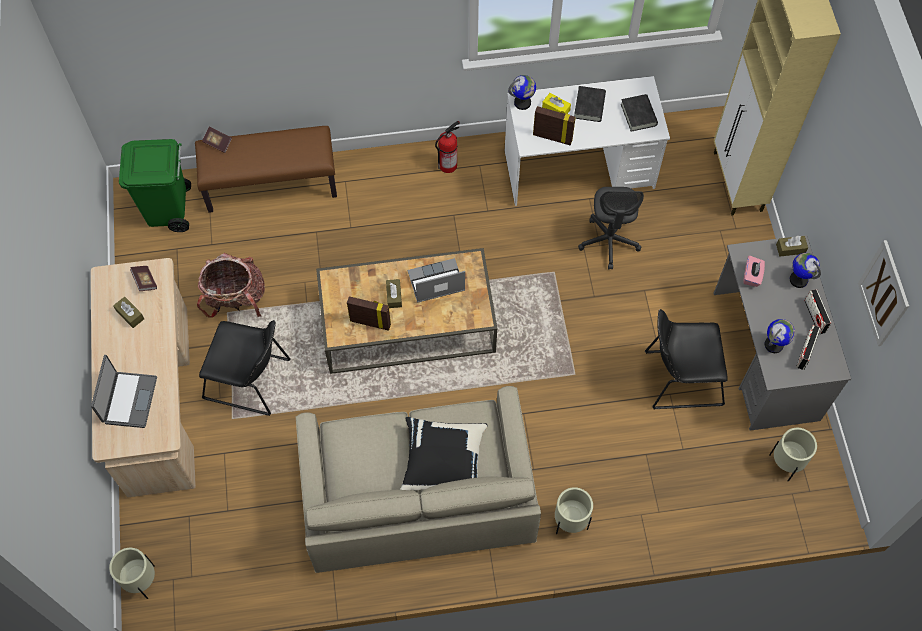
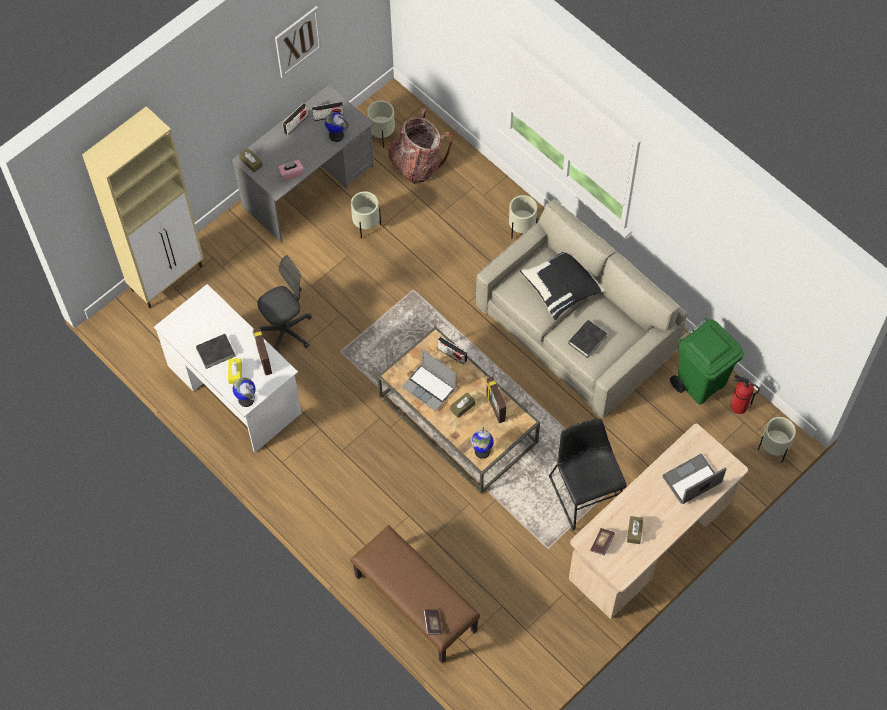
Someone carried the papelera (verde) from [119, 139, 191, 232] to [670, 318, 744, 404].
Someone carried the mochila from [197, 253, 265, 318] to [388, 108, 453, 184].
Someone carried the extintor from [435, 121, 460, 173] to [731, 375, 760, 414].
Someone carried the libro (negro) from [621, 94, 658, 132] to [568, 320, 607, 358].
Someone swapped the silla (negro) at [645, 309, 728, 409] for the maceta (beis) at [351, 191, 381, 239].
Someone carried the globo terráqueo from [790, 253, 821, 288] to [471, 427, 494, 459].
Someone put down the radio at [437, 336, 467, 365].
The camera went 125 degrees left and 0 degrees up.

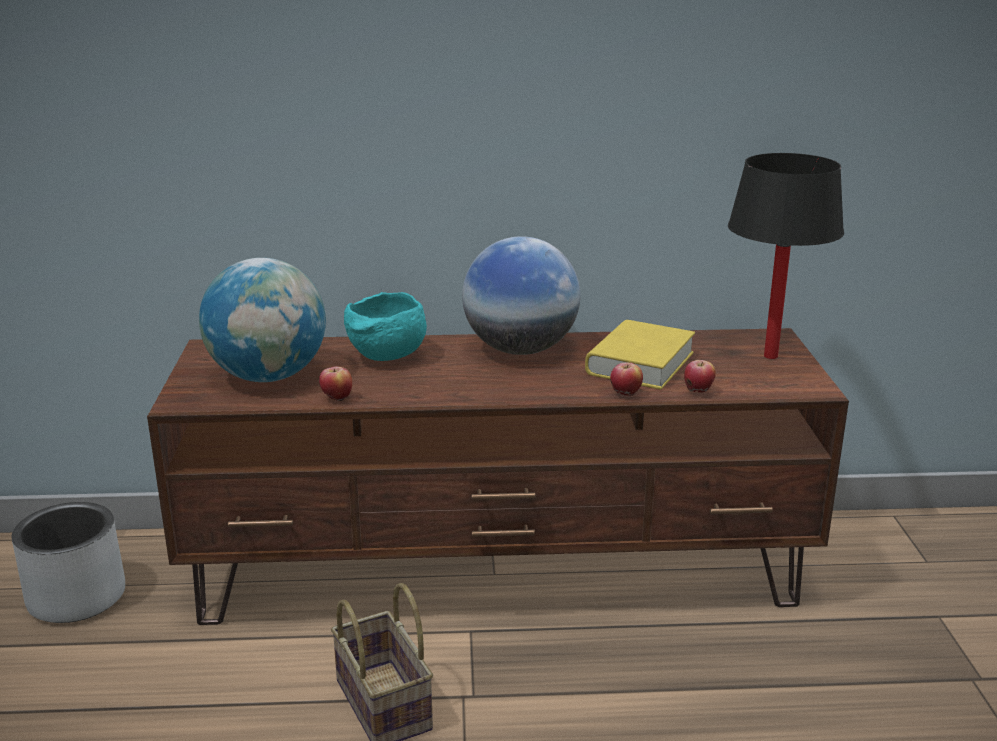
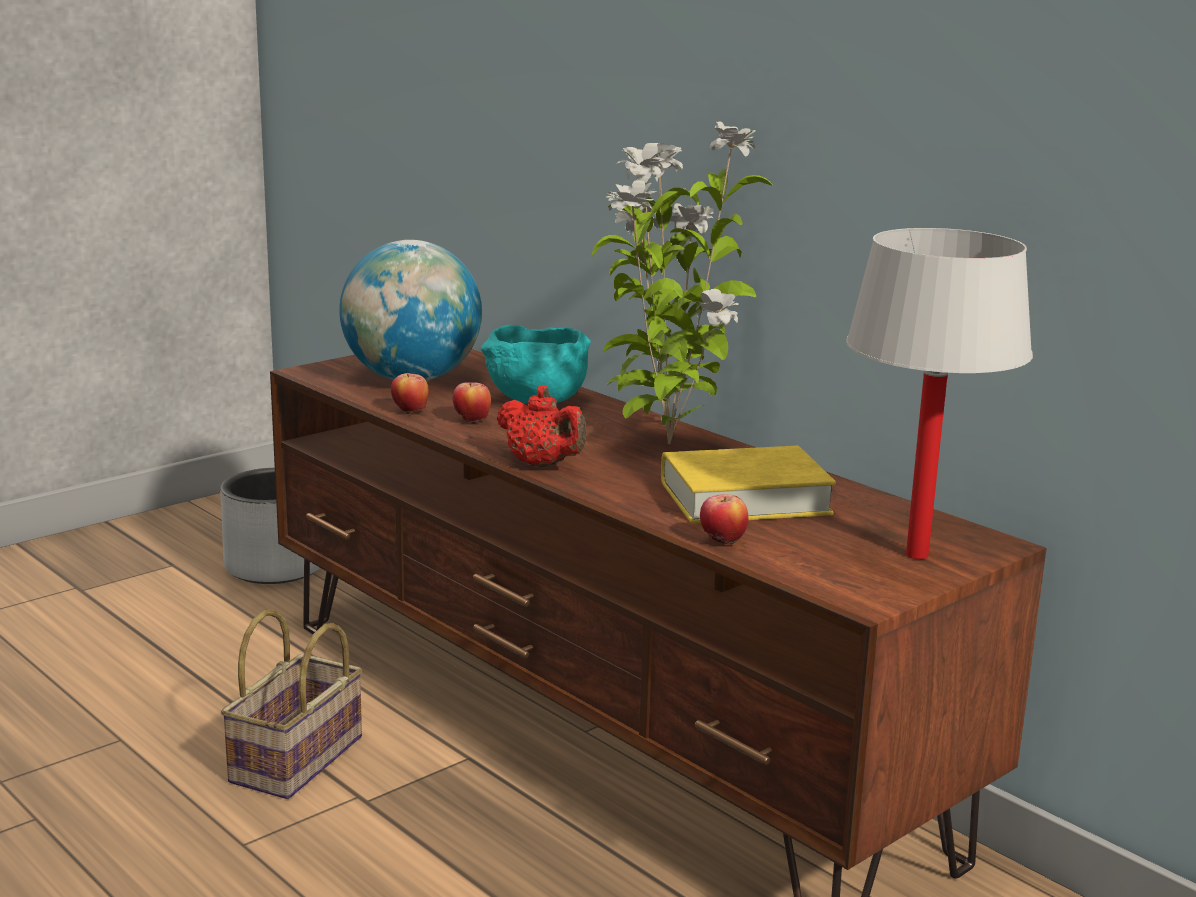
Someone swapped the globo terráqueo at [462, 236, 580, 355] for the planta en maceta at [592, 121, 773, 444].
Someone carried the manzana from [610, 362, 643, 396] to [453, 382, 491, 424].
Someone repainted the lámpara de mesa (negro) at [728, 153, 844, 359], which became the lámpara de mesa (blanco) at [846, 228, 1033, 559].
Someone put down the tetera (rojo) at [497, 385, 586, 467].
The camera went 50 degrees right and 5 degrees down.

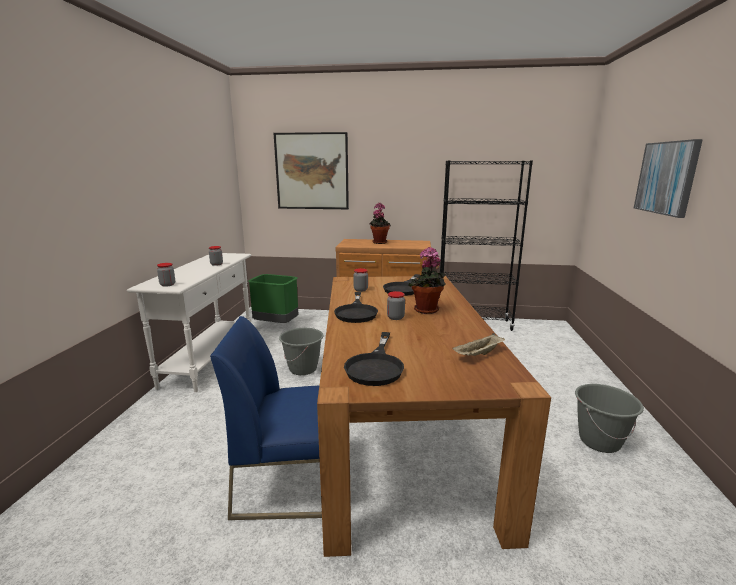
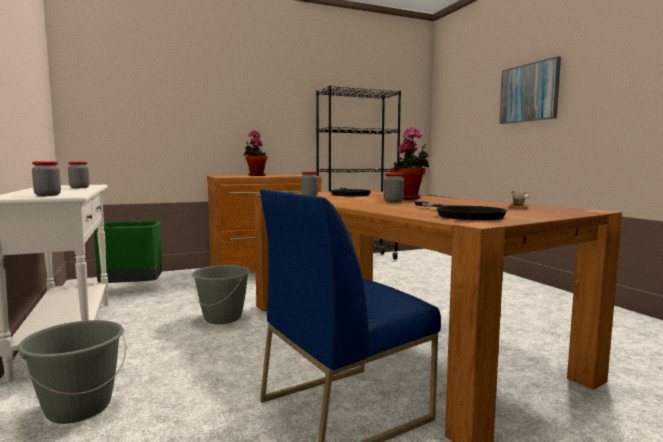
Someone took away the cuadro at [274, 132, 349, 209].
Someone took away the sartén (negro) at [334, 292, 378, 323].
Someone carried the cubo (gris) from [575, 384, 644, 453] to [18, 320, 126, 424].
The camera went 30 degrees left and 10 degrees down.

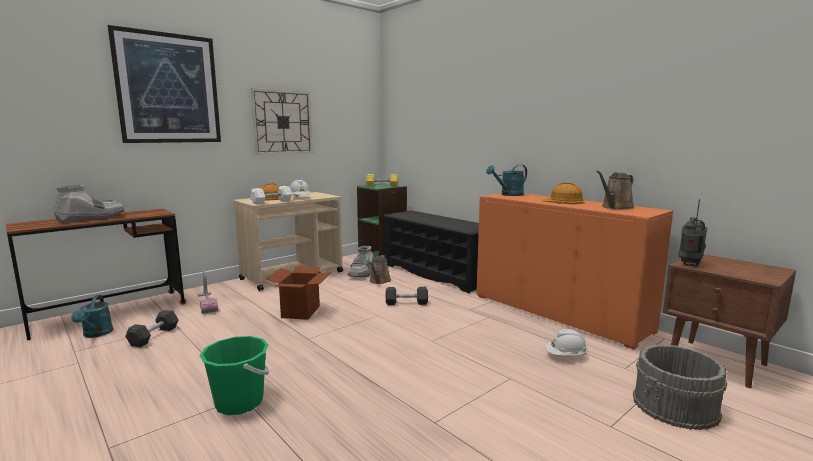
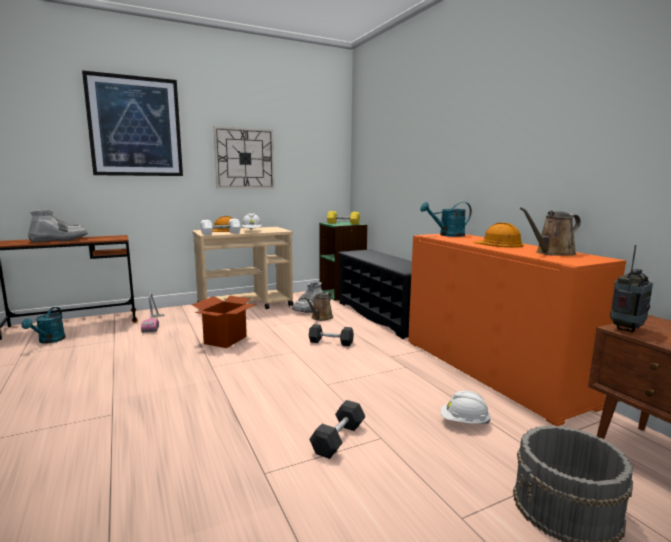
Someone carried the mancuerna (gris) from [125, 310, 179, 347] to [309, 400, 366, 459].
Someone took away the cubo (verde) at [199, 336, 269, 415].
The camera went 15 degrees right and 0 degrees up.

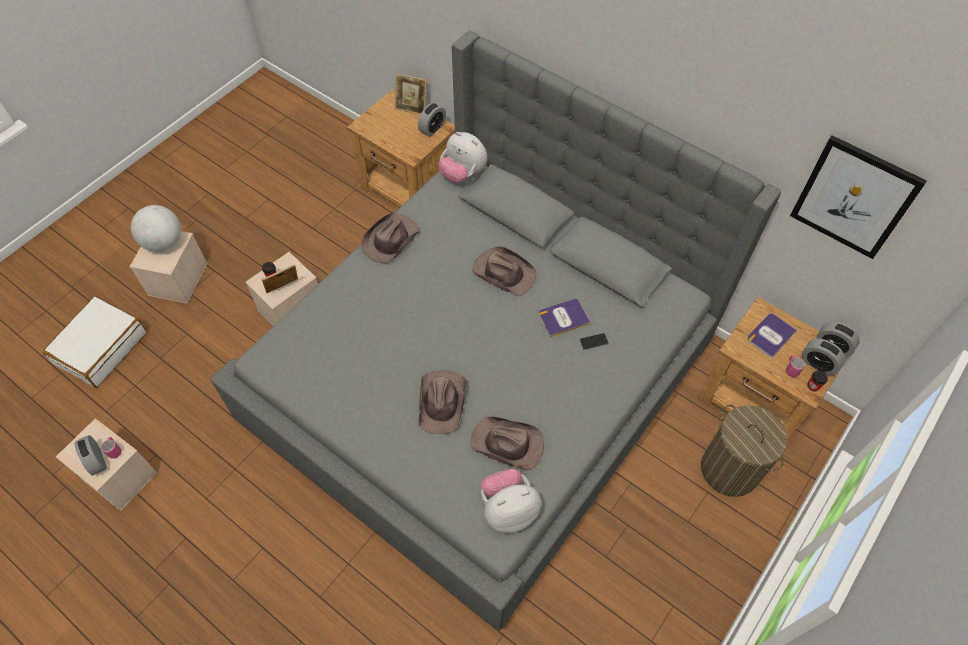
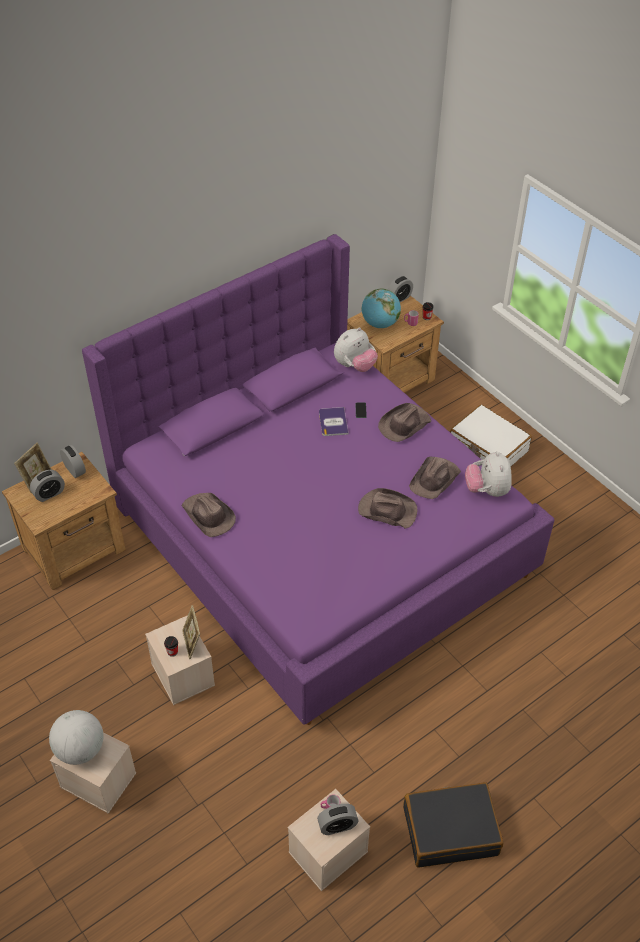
Someone carried the maleta (blanco) from [42, 296, 146, 388] to [450, 405, 532, 467].
Someone repainted the cama (gris) at [211, 31, 781, 630], which became the cama (morado) at [82, 234, 554, 725].
Someone carried the peluche from [438, 132, 487, 183] to [334, 327, 378, 372].
Someone carried the sombrero (marrón) from [472, 246, 536, 296] to [378, 403, 431, 442].
Someone took away the cesto de la ropa at [701, 405, 787, 497].
Someone swapped the libro at [747, 313, 797, 358] for the globo terráqueo at [361, 289, 401, 328].
Someone took away the cuadro at [790, 135, 927, 259].
Someone carried the despertador from [802, 339, 845, 375] to [30, 470, 65, 502].
Someone put down the maleta (negro) at [403, 782, 503, 868].
The camera went 75 degrees left and 10 degrees down.

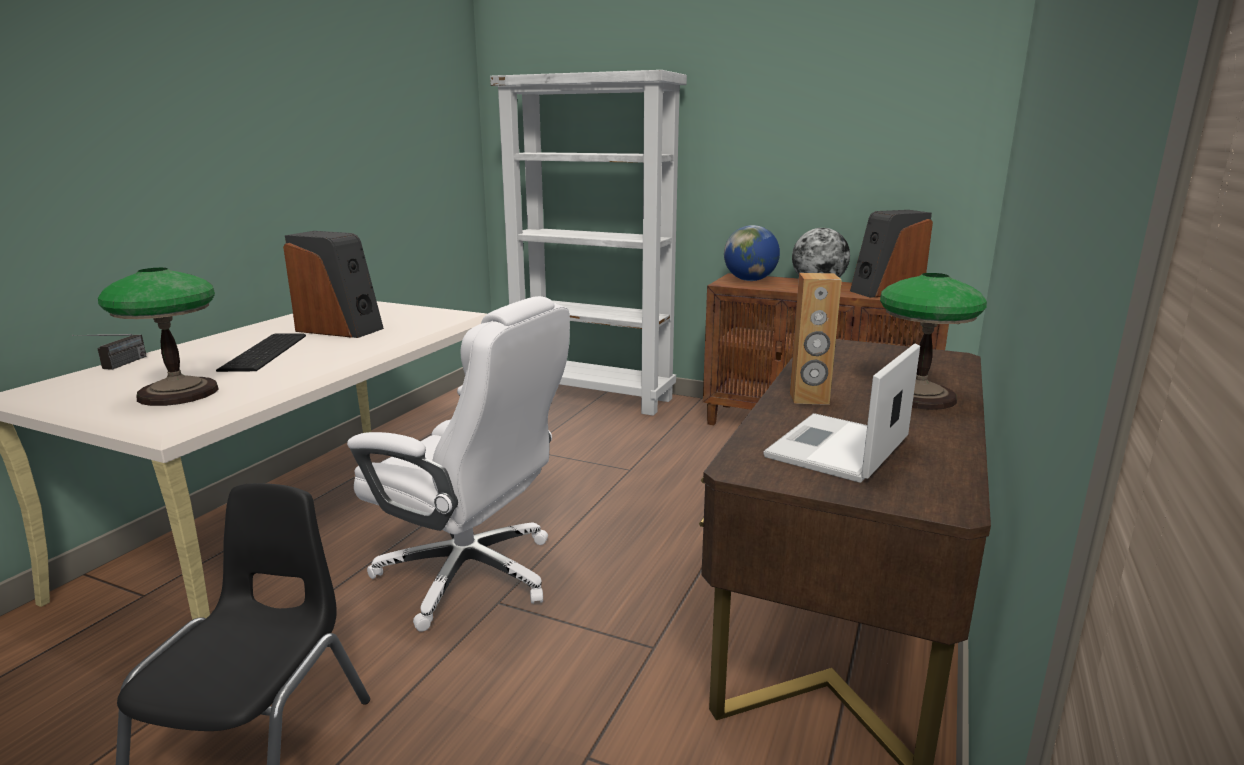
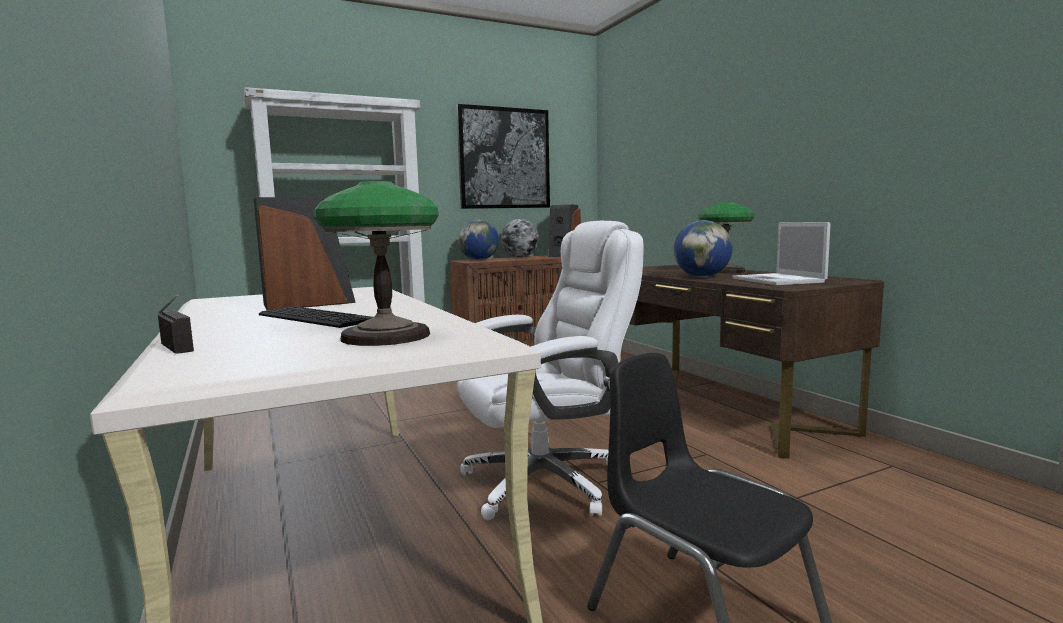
Someone swapped the altavoz (marrón) at [790, 273, 842, 405] for the globo terráqueo at [674, 220, 733, 277].
Someone put up the cuadro at [456, 104, 550, 209].
The camera went 50 degrees left and 10 degrees down.

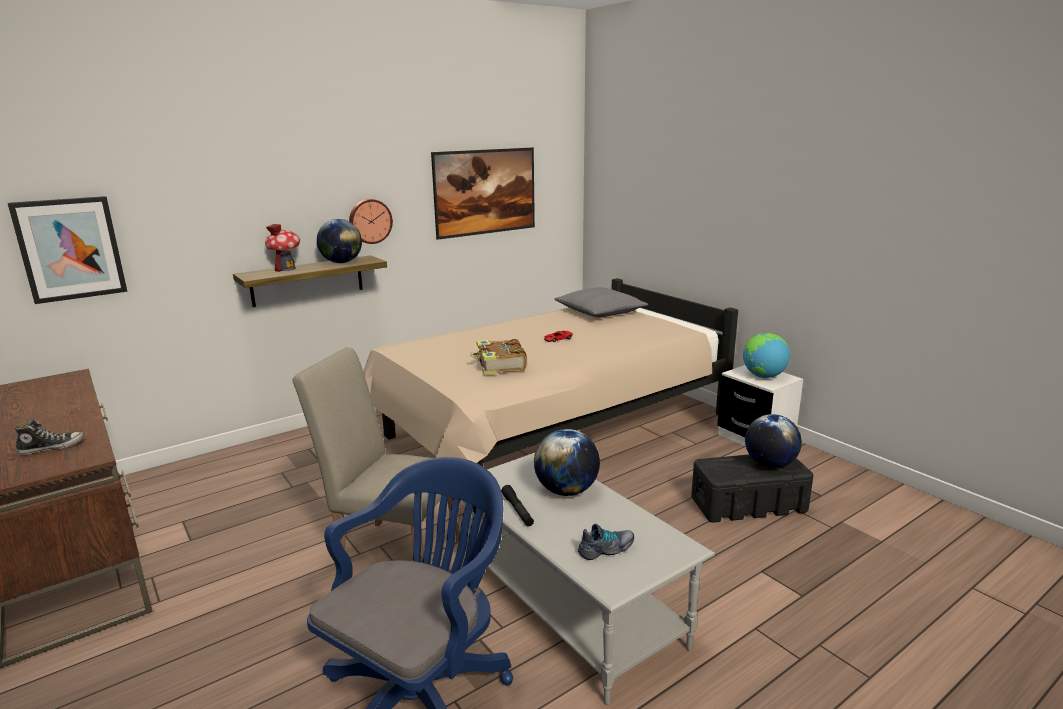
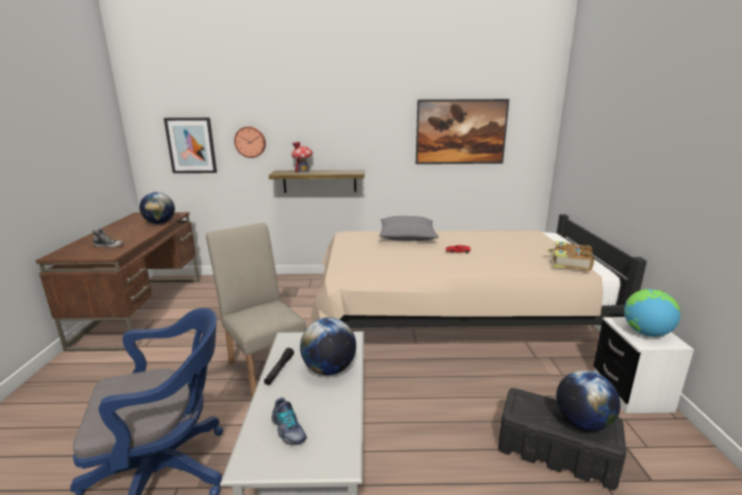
Someone carried the globo terráqueo from [317, 219, 362, 263] to [139, 192, 175, 224].
Someone carried the reloj de pared from [349, 199, 393, 244] to [234, 126, 266, 158].
Someone carried the libro from [471, 339, 527, 375] to [547, 241, 594, 271].
Someone carried the cojín (gris) from [554, 287, 648, 318] to [379, 216, 439, 241].
Someone rotated the zapato at [578, 524, 634, 560] by 45 degrees clockwise.
The camera went 35 degrees right and 0 degrees up.

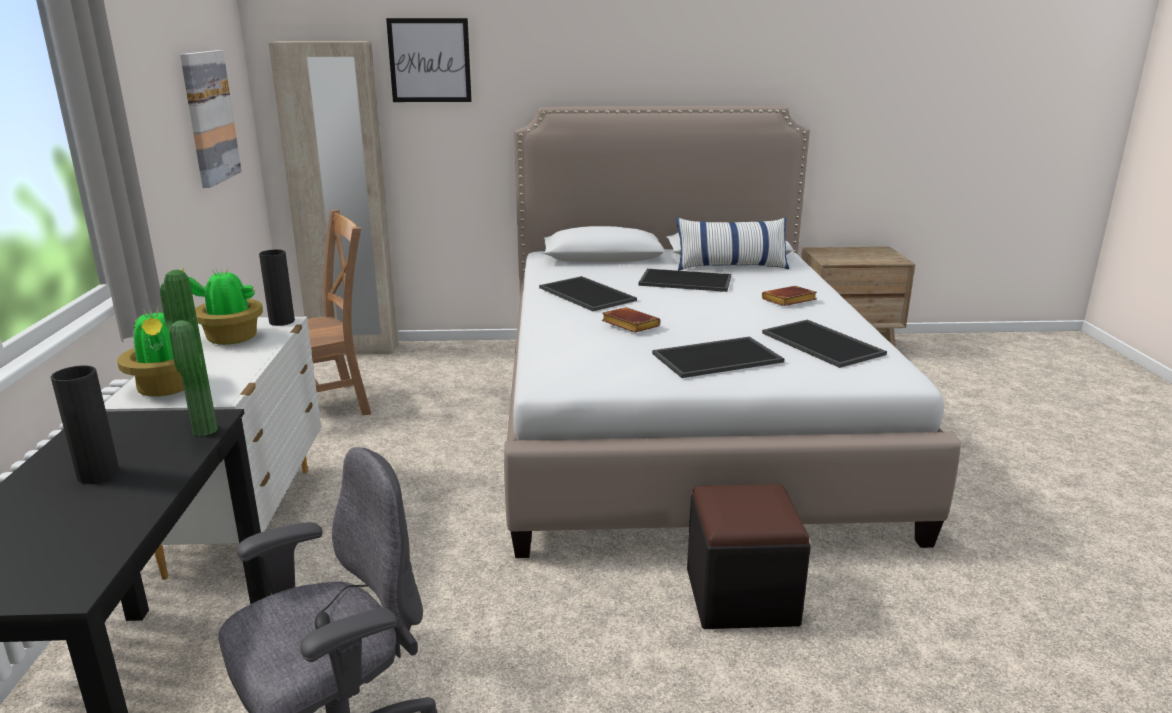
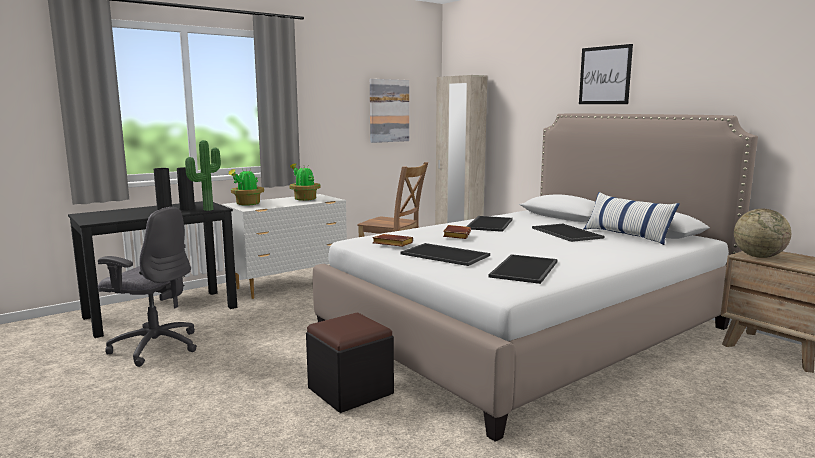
Someone carried the florero (negro) from [259, 249, 295, 326] to [177, 167, 195, 210].
Someone carried the cuadro from [386, 18, 472, 102] to [579, 44, 633, 104].
Someone carried the libro (marrón) from [762, 286, 817, 306] to [372, 234, 413, 247].
Someone put down the globo terráqueo at [734, 209, 791, 258].
The camera went 55 degrees right and 10 degrees down.

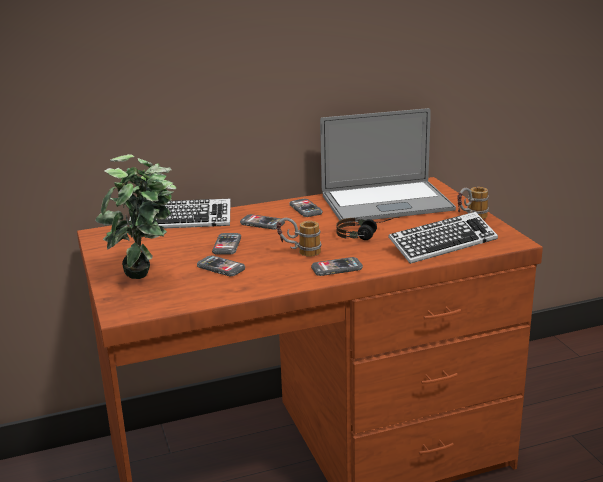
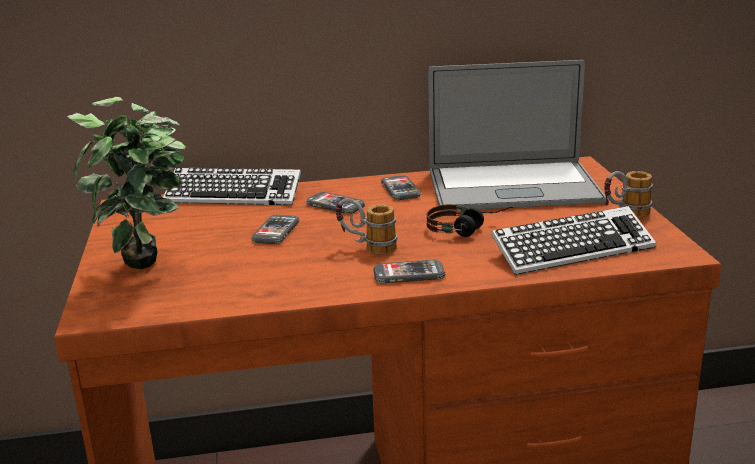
Someone took away the móvil at [197, 255, 245, 276].
The camera went 10 degrees right and 0 degrees up.

